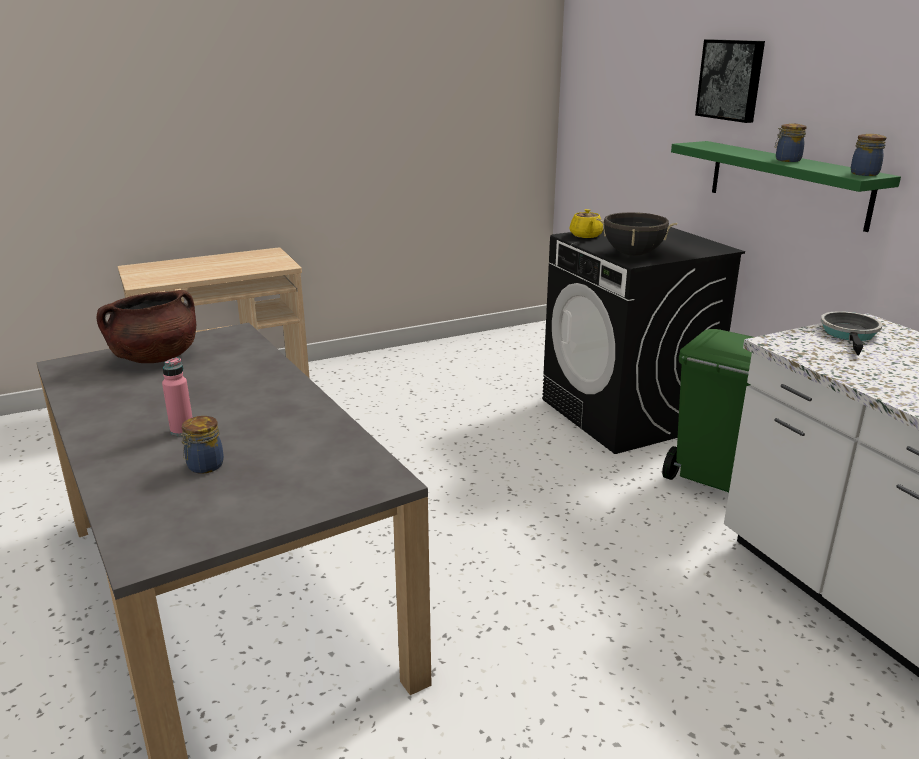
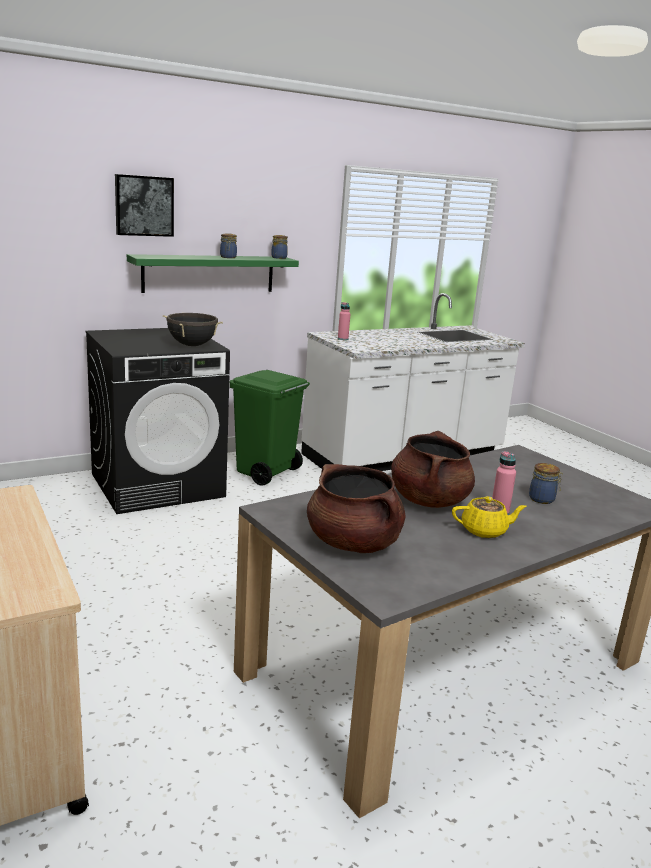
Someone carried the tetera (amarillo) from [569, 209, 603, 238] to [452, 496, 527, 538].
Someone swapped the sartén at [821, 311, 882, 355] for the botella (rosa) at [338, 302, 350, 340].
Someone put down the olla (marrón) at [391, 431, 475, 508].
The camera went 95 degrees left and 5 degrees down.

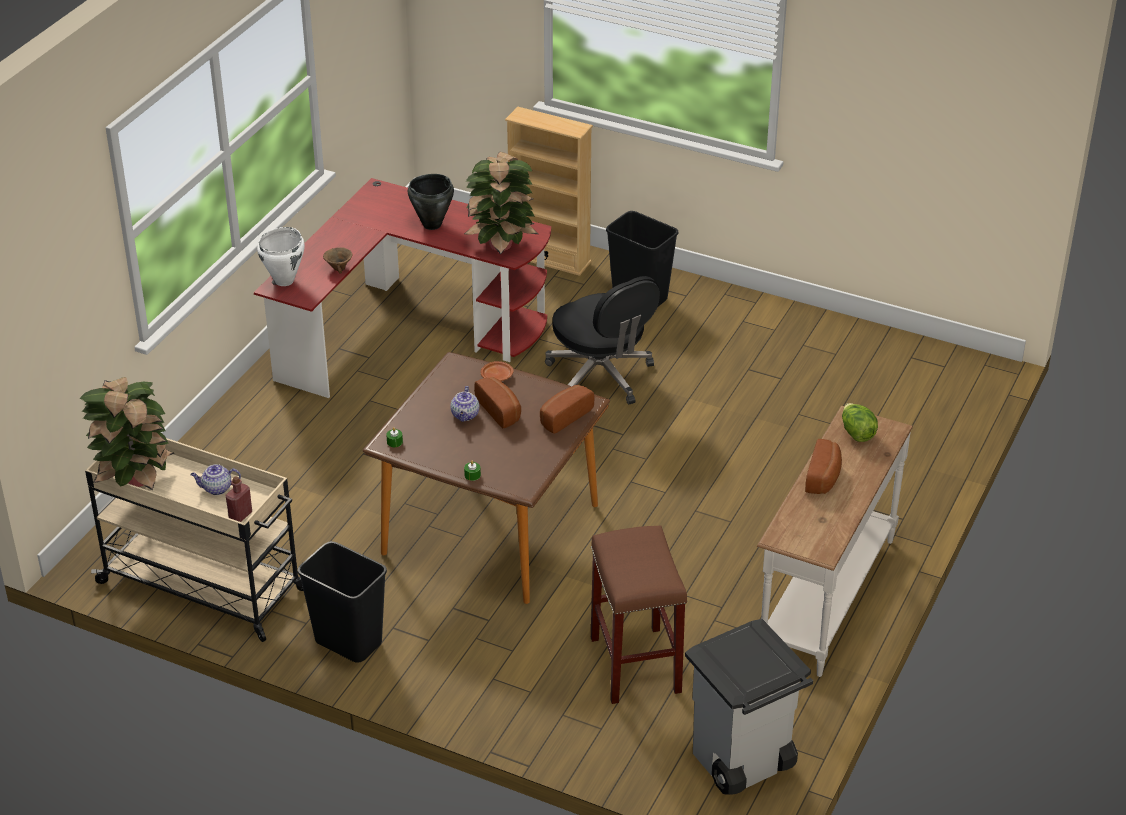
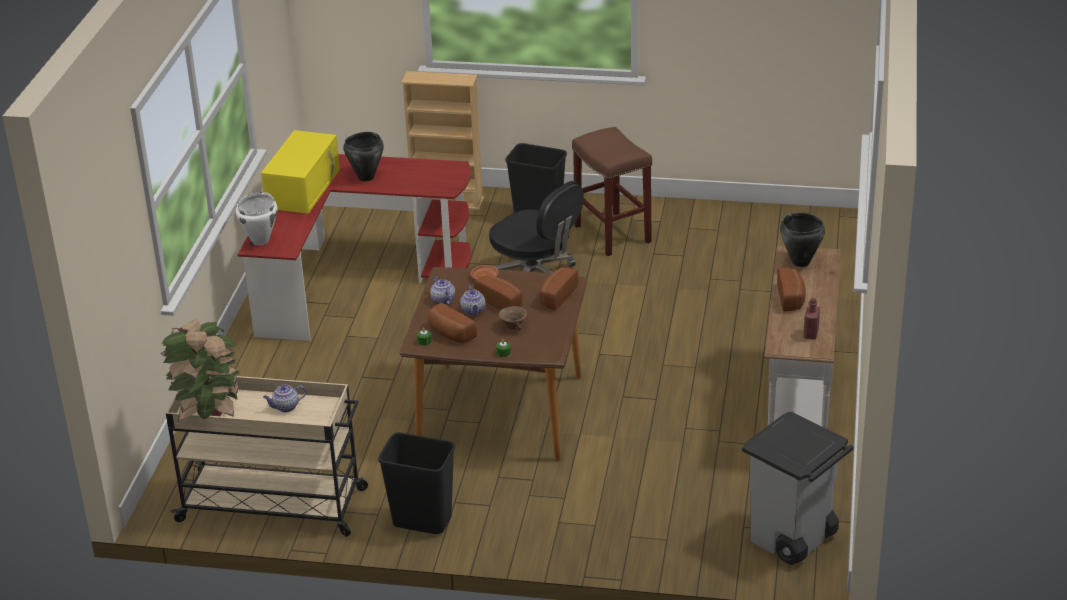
Someone carried the botella (rojo) from [225, 477, 252, 522] to [803, 298, 820, 340].
Someone carried the cuenco (marrón) from [323, 248, 353, 274] to [498, 306, 527, 331].
Someone took away the planta en maceta at [464, 152, 538, 255].
Someone carried the taburete (marrón) from [591, 525, 687, 704] to [572, 127, 652, 256].
Someone swapped the lechuga at [842, 403, 878, 442] for the olla (negro) at [780, 212, 825, 267].
Someone put down the microondas (amarillo) at [261, 130, 340, 214].
Someone put down the pan at [428, 303, 477, 343].
Someone put down the tetera at [430, 276, 455, 305].
The camera went 15 degrees left and 5 degrees down.

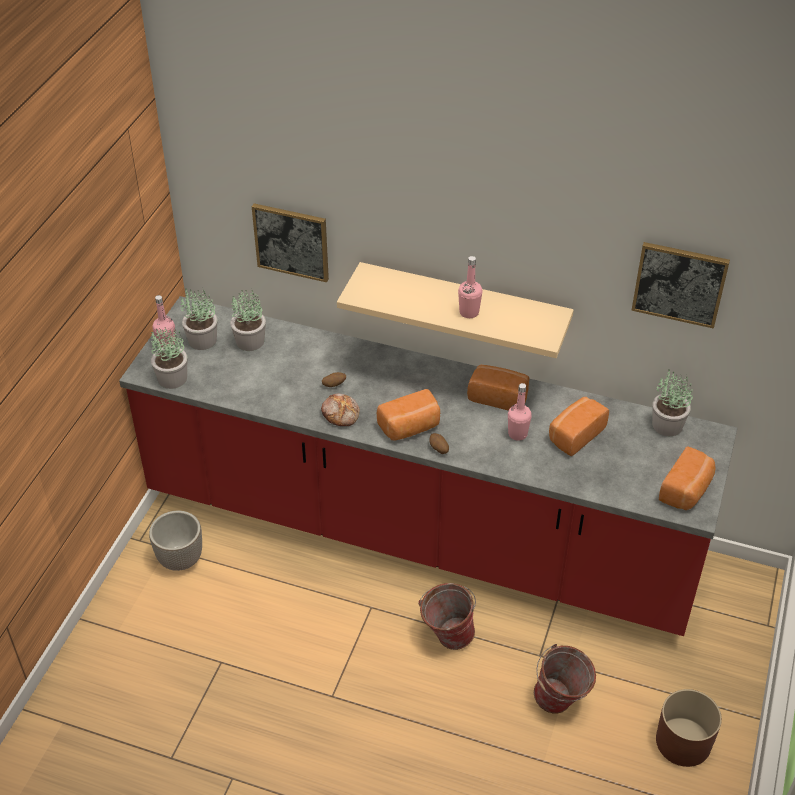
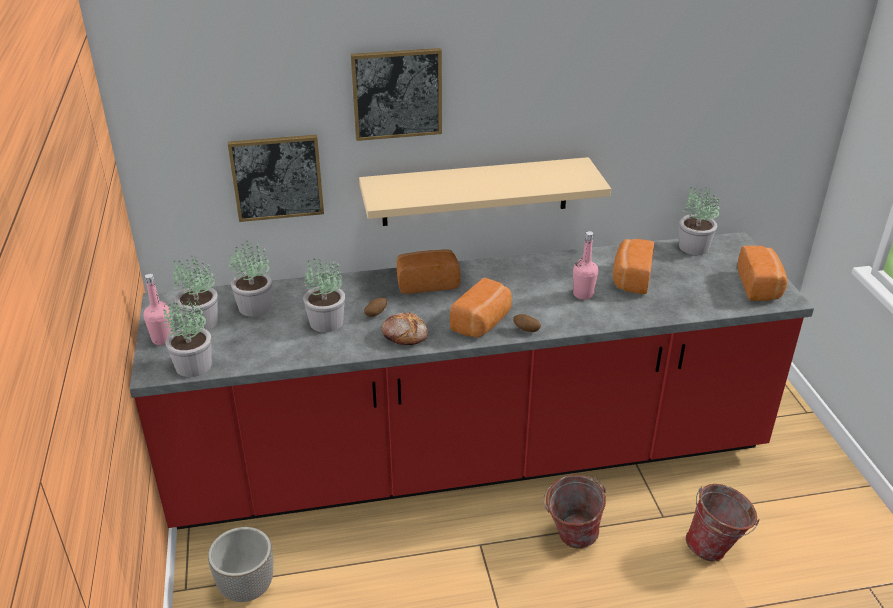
Someone took away the botella (rosa) at [458, 256, 483, 318].
Someone carried the pan from [467, 365, 529, 411] to [397, 249, 461, 294].
Someone carried the cuadro from [631, 242, 730, 329] to [351, 48, 442, 141].
Someone took away the maceta (marrón) at [656, 689, 722, 767].
Someone put down the planta en maceta at [303, 258, 345, 332].
The camera went 30 degrees left and 10 degrees down.

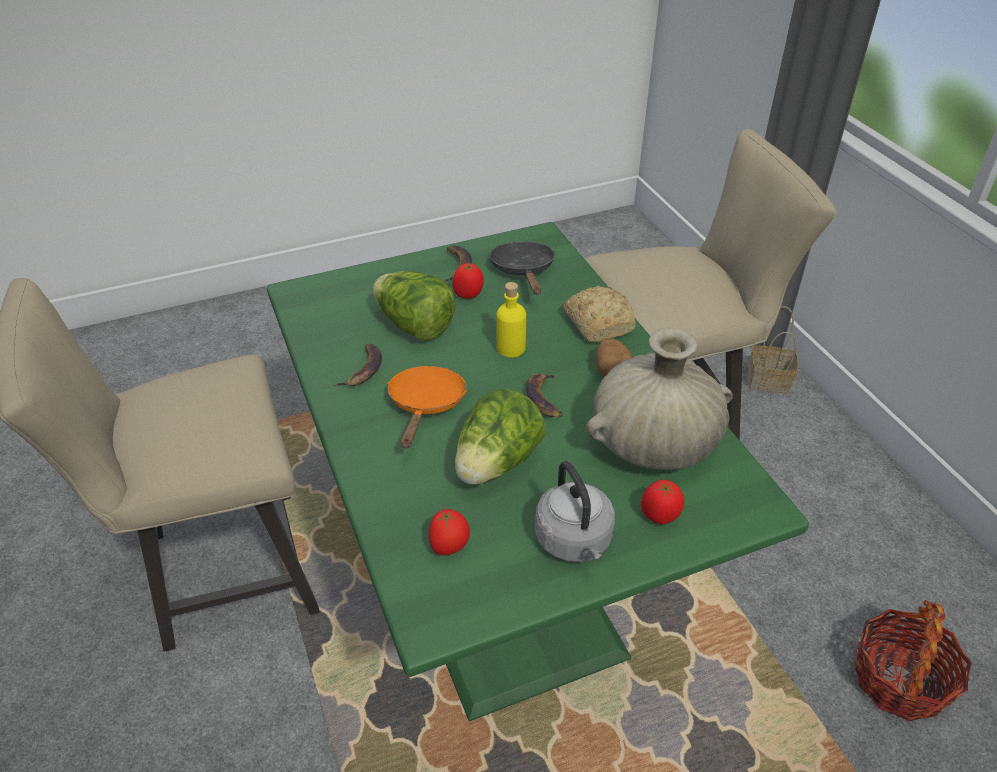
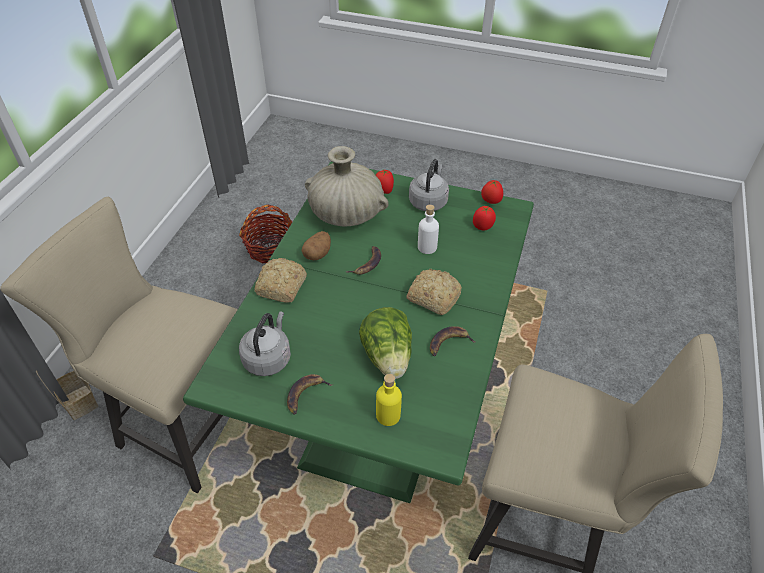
Someone swapped the sartén (naranja) at [387, 366, 467, 448] for the pan at [407, 269, 462, 315].
Someone carried the tomate from [453, 263, 484, 299] to [481, 180, 503, 204].
Someone swapped the lechuga at [455, 389, 546, 485] for the botella (blanco) at [418, 205, 439, 254].
Someone swapped the sartén (negro) at [489, 241, 555, 295] for the hervidor (gris) at [239, 311, 291, 376].
Someone carried the botella (amarillo) from [496, 282, 526, 358] to [376, 374, 402, 426].
The camera went 140 degrees left and 5 degrees up.

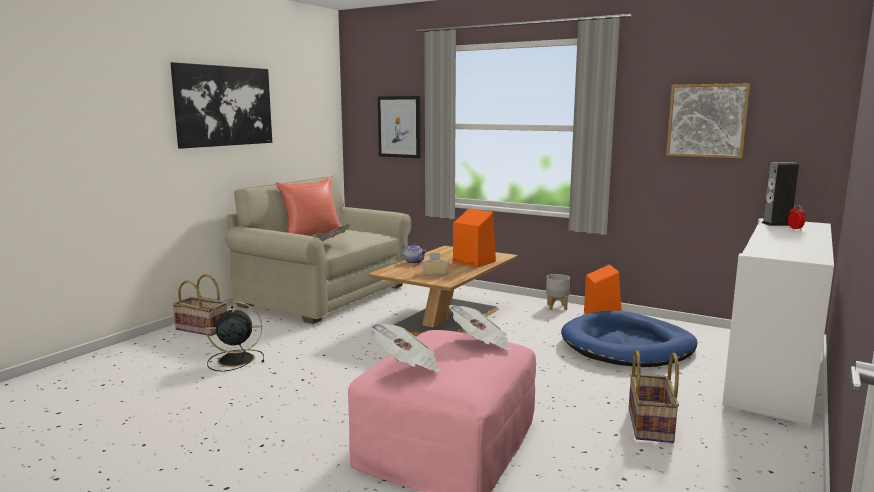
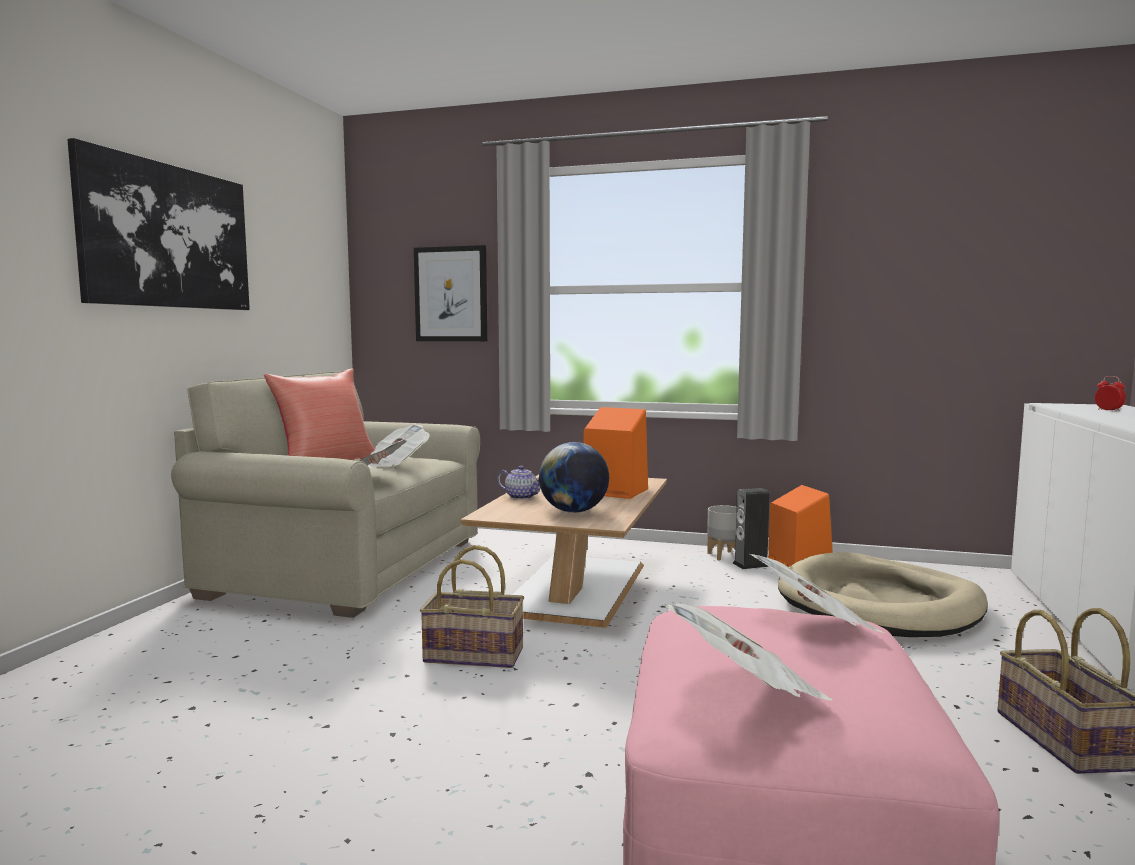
Someone carried the cesta from [172, 274, 227, 336] to [420, 545, 524, 668].
Someone took away the ventilador (negro) at [205, 301, 264, 372].
Someone swapped the caja de pañuelos (beis) at [421, 253, 449, 275] for the globo terráqueo at [539, 442, 609, 513].
Someone repainted the cama para perro (azul) at [561, 311, 698, 367], which became the cama para perro (beis) at [778, 552, 988, 637].
Someone took away the cuadro at [666, 83, 750, 158].
Someone carried the altavoz from [761, 162, 799, 226] to [733, 488, 770, 569].
Someone put down the periódico at [367, 425, 430, 468].
The camera went 15 degrees left and 5 degrees down.

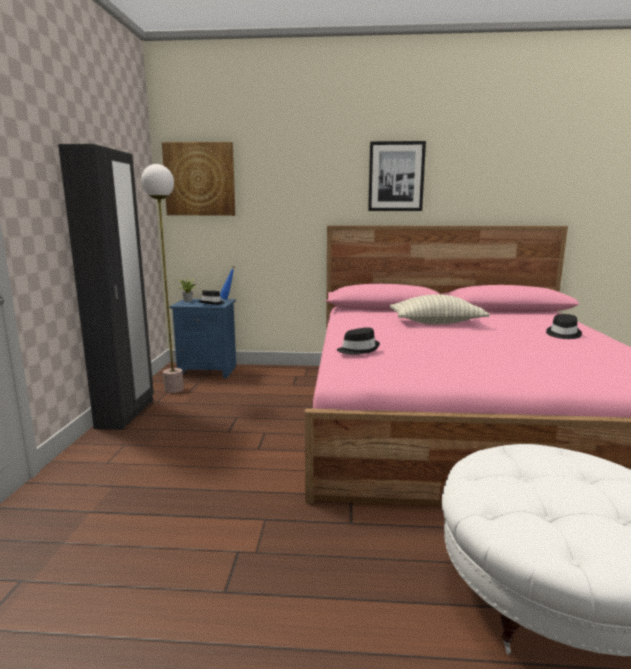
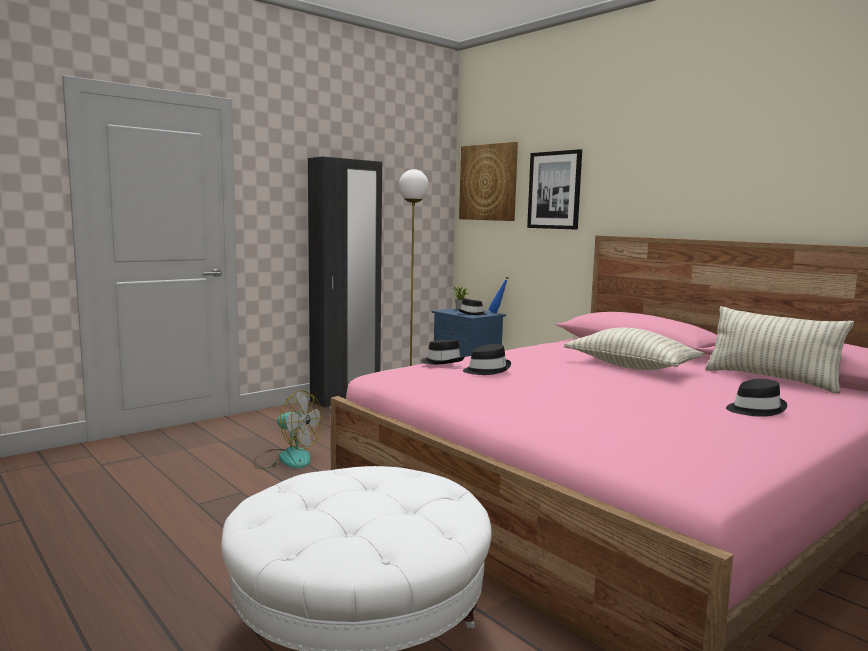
Someone carried the cuadro from [368, 141, 426, 211] to [527, 149, 582, 230].
Someone put down the ventilador at [253, 390, 323, 469].
Someone put down the sombrero (negro) at [463, 344, 511, 375].
Someone put down the cojín at [705, 306, 854, 393].
The camera went 45 degrees right and 5 degrees down.

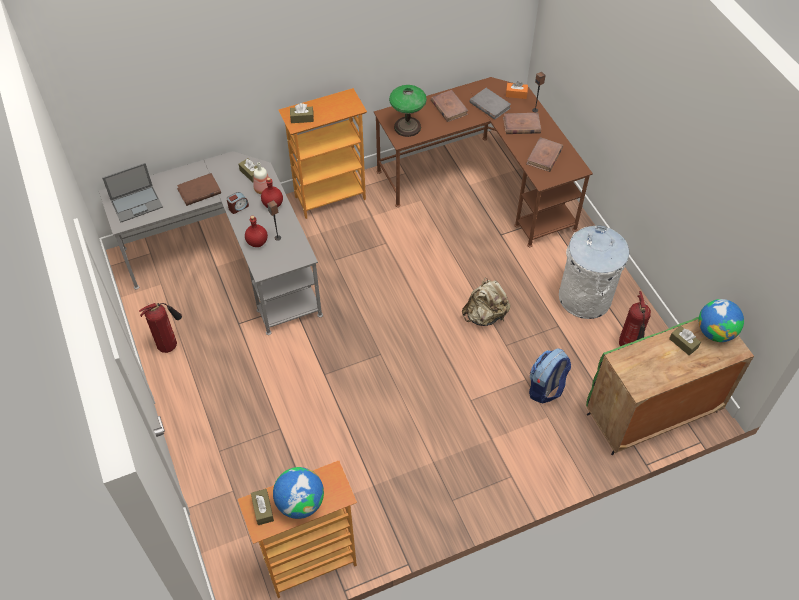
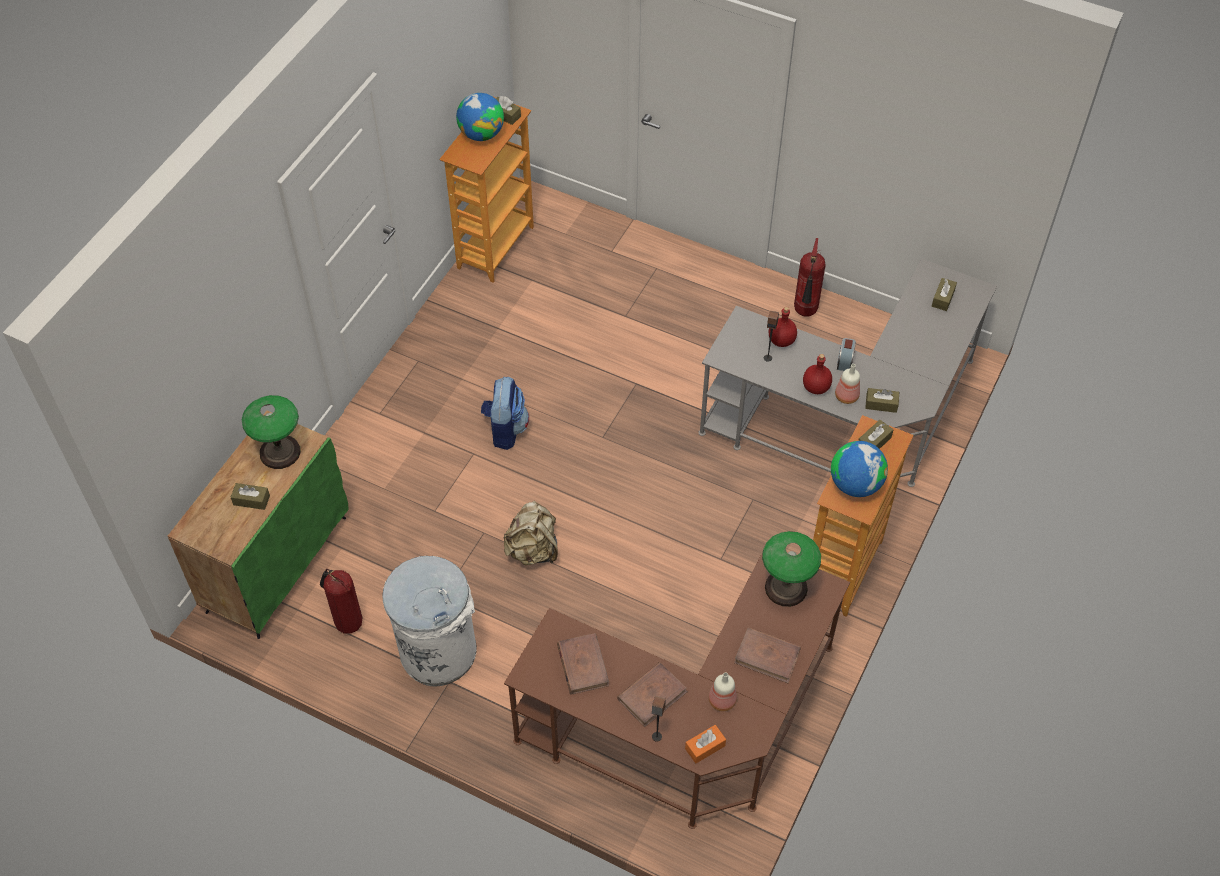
Someone swapped the portátil at [102, 163, 163, 223] for the caja de pañuelos (marrón) at [932, 278, 957, 311].
Someone took away the libro (marrón) at [177, 173, 221, 206].
Someone swapped the libro (gris) at [470, 88, 511, 120] for the botella at [709, 672, 737, 711].
Someone carried the mochila from [529, 348, 571, 403] to [481, 377, 529, 450].
Someone carried the globo terráqueo from [698, 299, 744, 342] to [831, 441, 888, 497].
Someone put down the lámpara de mesa at [242, 395, 301, 469].
The camera went 140 degrees right and 0 degrees up.

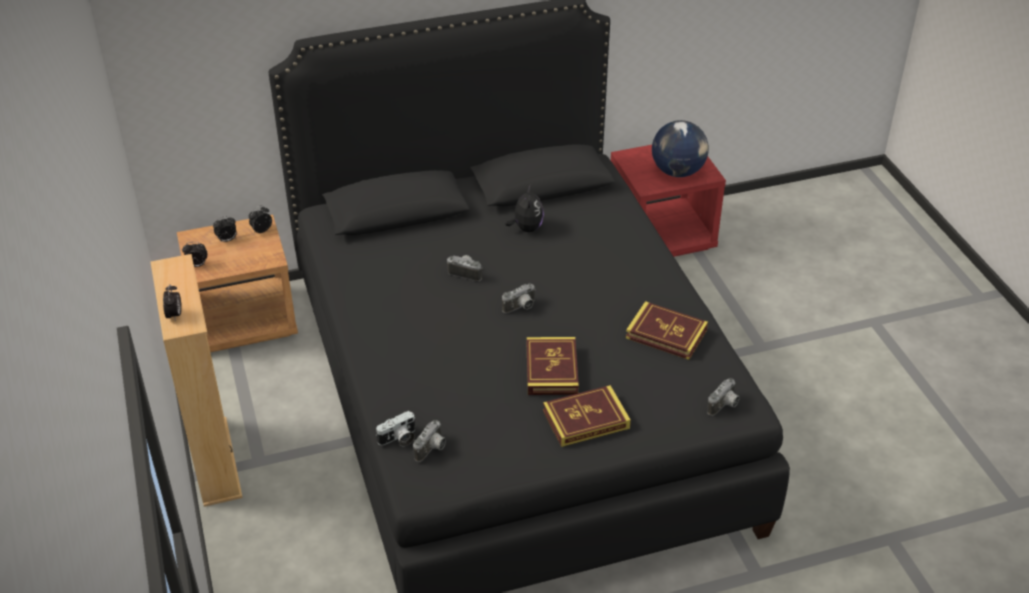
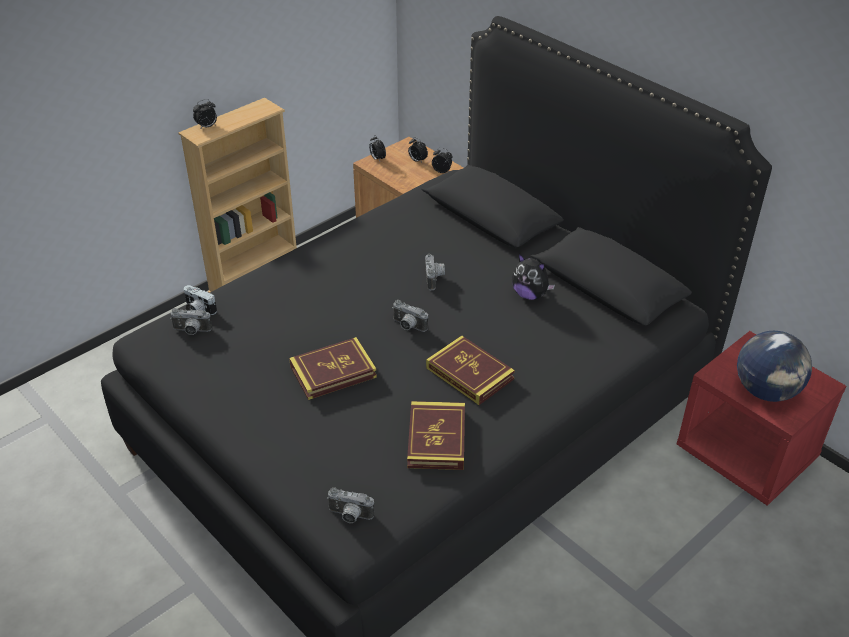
Someone rotated the peluche at [505, 185, 544, 232] by 60 degrees clockwise.
Someone carried the libro from [543, 385, 631, 447] to [426, 336, 515, 405].
The camera went 65 degrees right and 0 degrees up.

